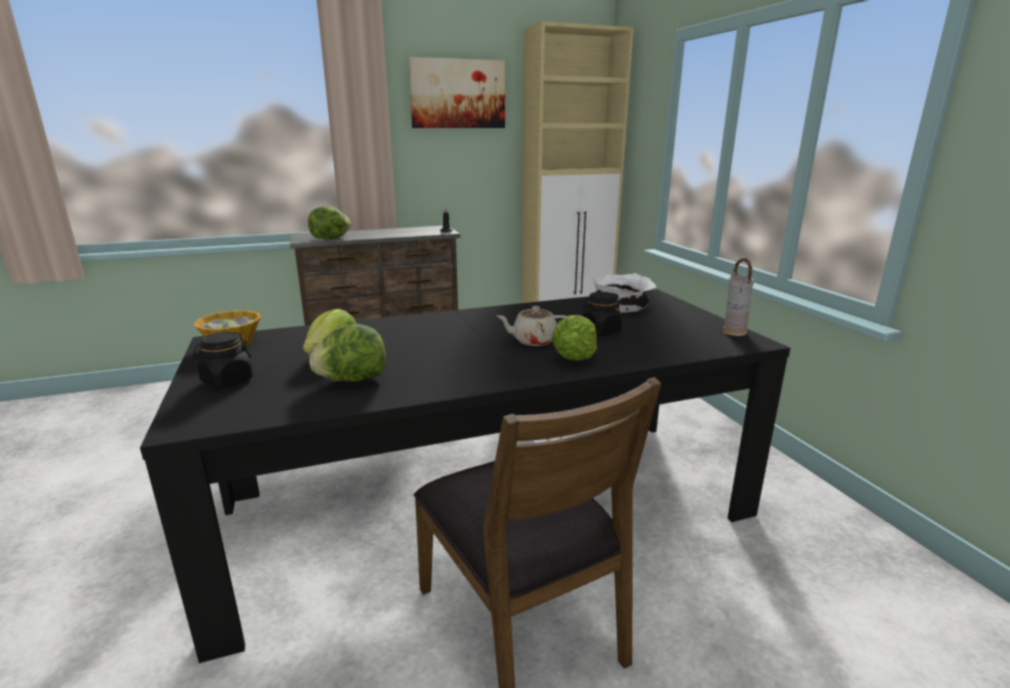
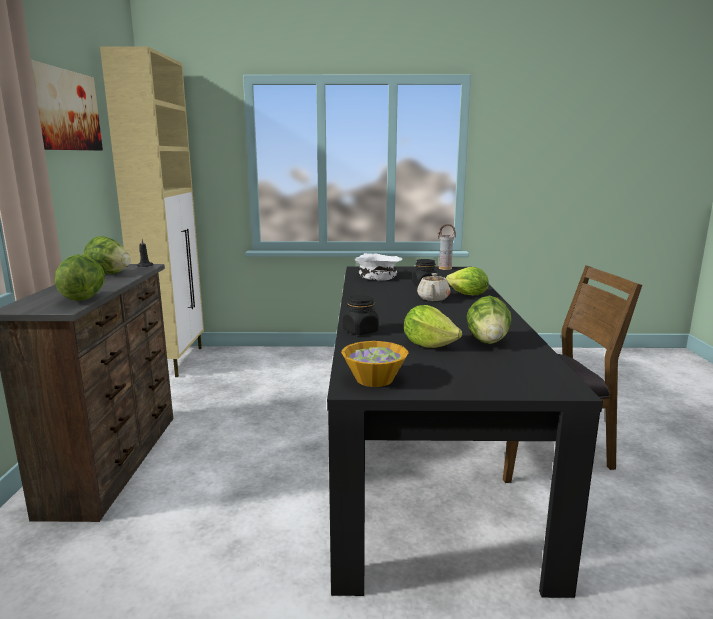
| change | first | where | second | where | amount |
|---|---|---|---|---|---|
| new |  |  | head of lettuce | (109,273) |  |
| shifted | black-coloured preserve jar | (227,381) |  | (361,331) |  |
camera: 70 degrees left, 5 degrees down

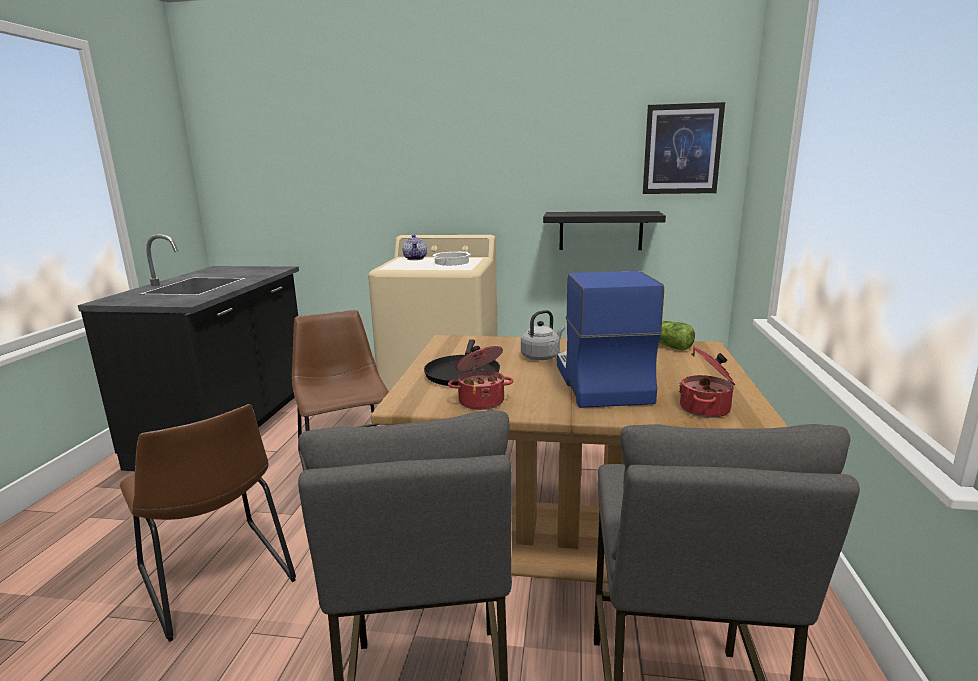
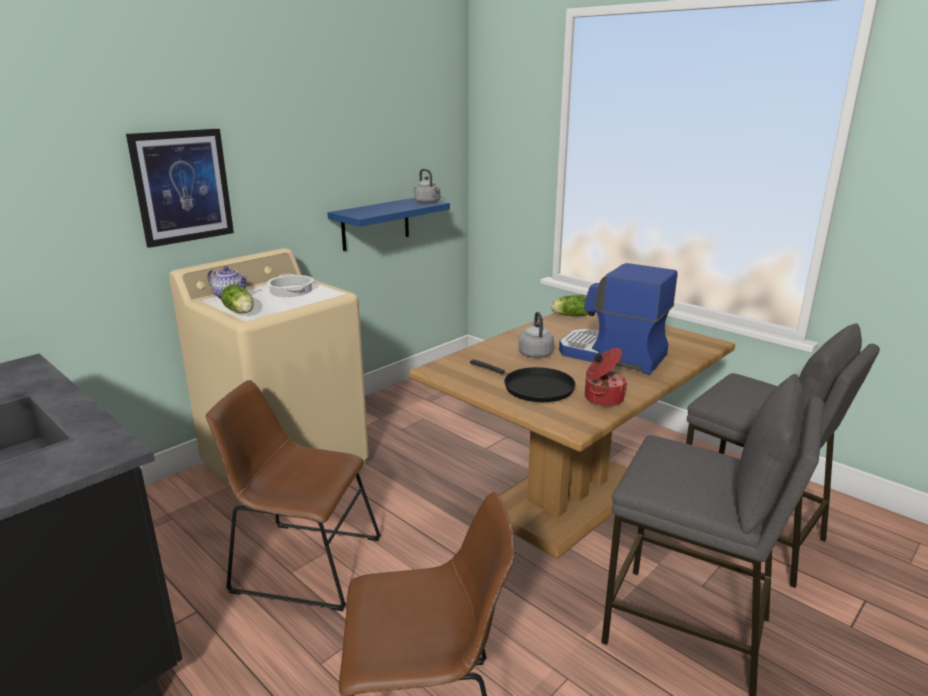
| change | first | where | second | where | amount |
|---|---|---|---|---|---|
| gone | cooking pot | (706,409) |  |  |  |
| new |  |  | head of lettuce | (240,312) |  |
| new |  |  | grey kettle | (428,202) |  |
| shifted | picture | (682,149) |  | (182,186) |  |
| repainted | black-coloured wall shelf | (600,230) | blue wall shelf | (375,224) |  |
camera: 55 degrees left, 5 degrees up

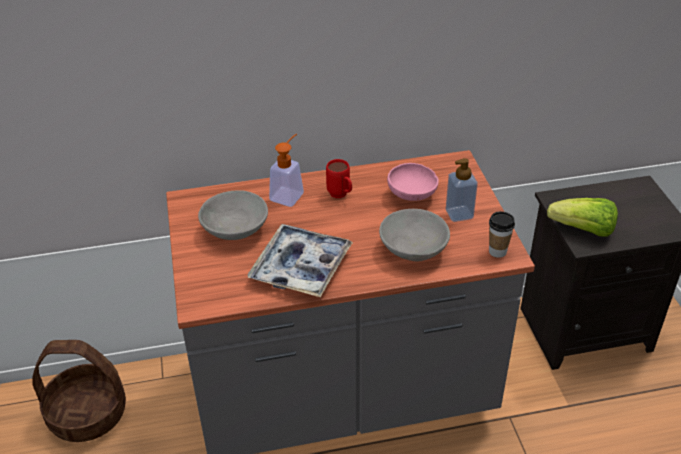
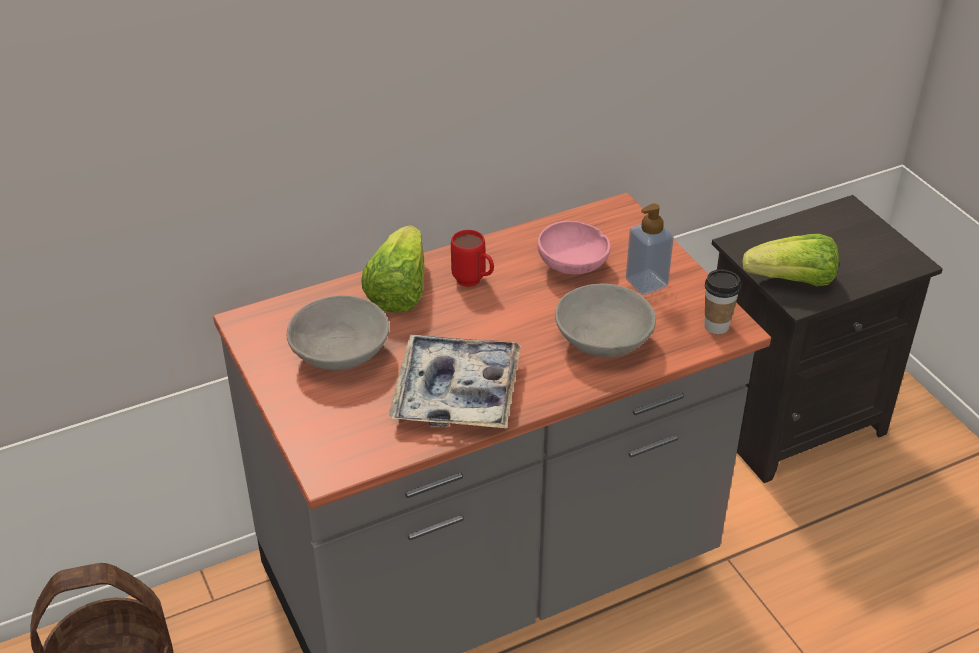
| change | first | where | second | where | amount |
|---|---|---|---|---|---|
| swapped | soap bottle | (289,194) | head of lettuce | (398,290) |  |
camera: 15 degrees left, 0 degrees up

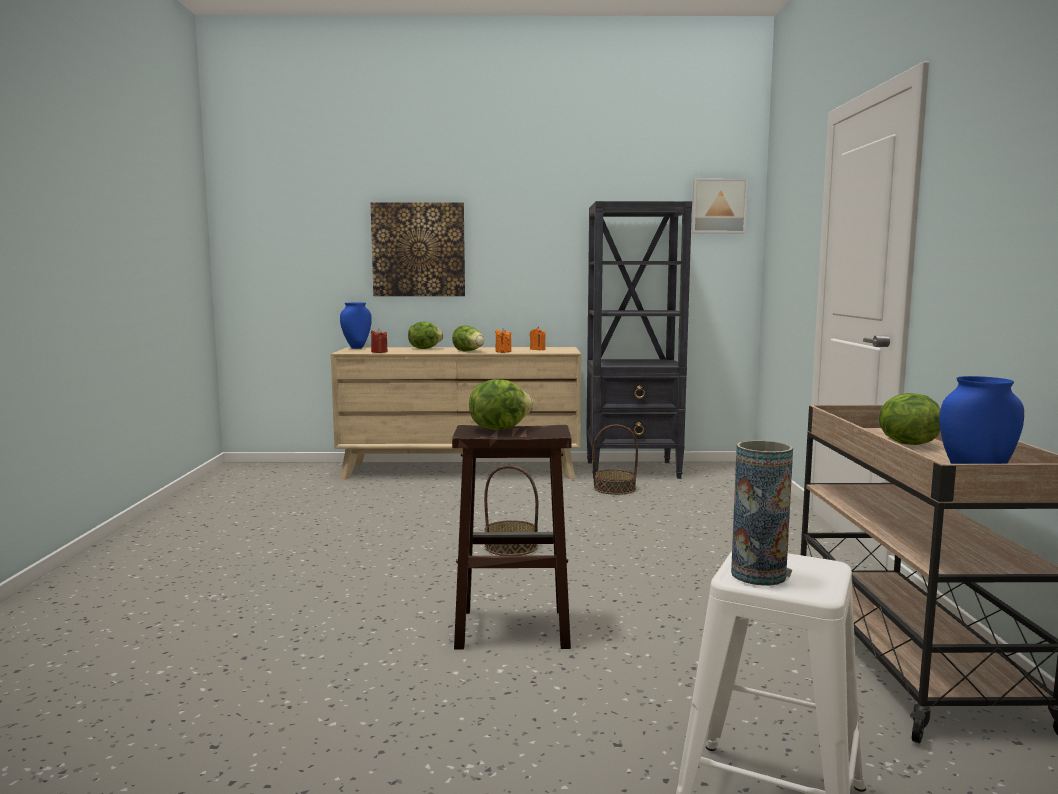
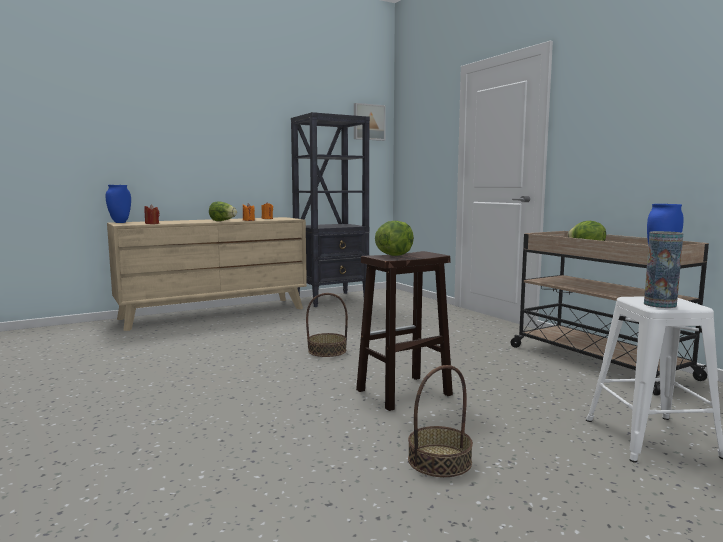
| change | first | where | second | where | amount |
|---|---|---|---|---|---|
| gone | picture | (418,249) |  |  |  |
| gone | head of lettuce | (424,348) |  |  |  |
| shifted | storage basket | (614,489) |  | (439,461) |  |
camera: 30 degrees left, 0 degrees up

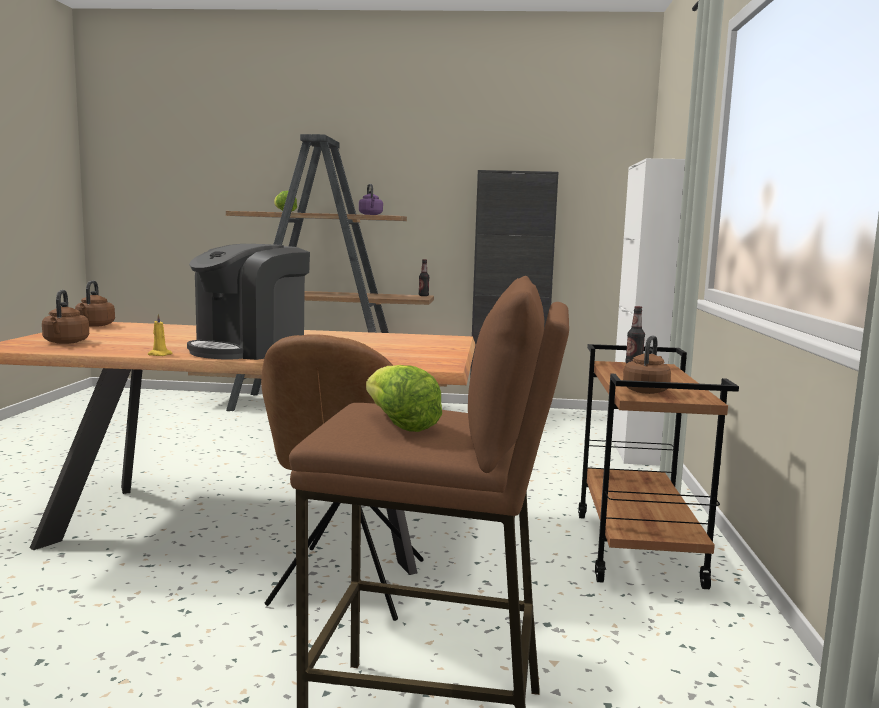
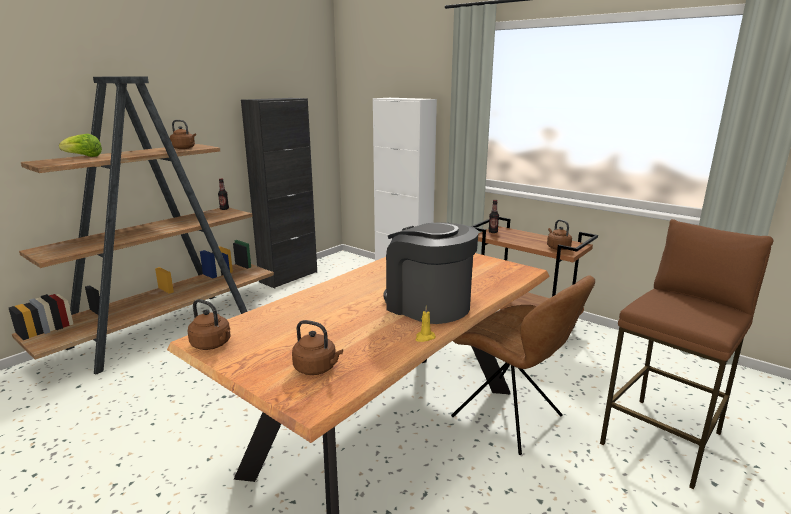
| change | first | where | second | where | amount |
|---|---|---|---|---|---|
| gone | head of lettuce | (399,424) |  |  |  |
| repainted | purple-coloured kettle | (371,214) | brownish kettle | (184,148) |  |
| rotated | coffee machine | (250,350) |  | (428,305) | 150 degrees clockwise |
camera: 55 degrees left, 10 degrees up

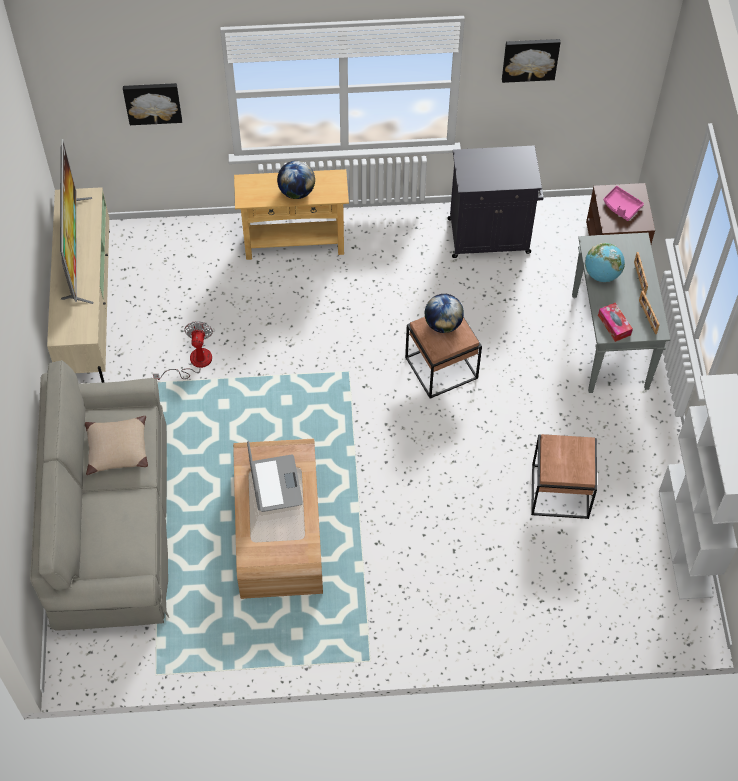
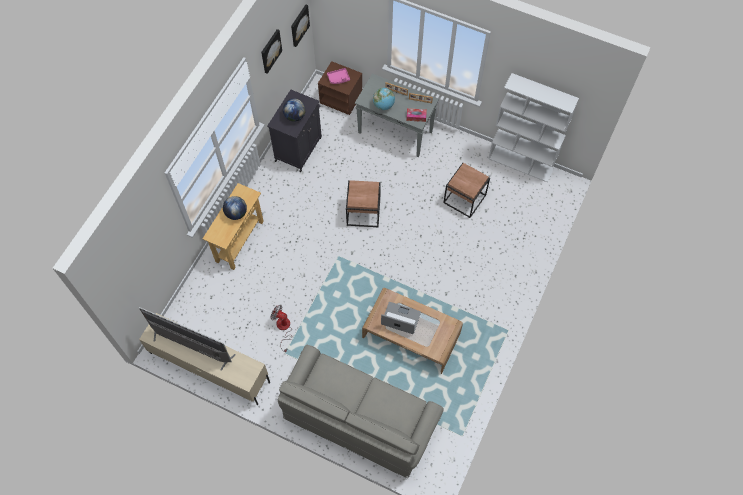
| change | first | where | second | where | amount |
|---|---|---|---|---|---|
| gone | sand-coloured pillow | (117,449) |  |  |  |
| shifted | picture | (152,102) |  | (299,25) |  |
| shifted | globe | (443,324) |  | (294,116) |  |
camera: 60 degrees left, 5 degrees up

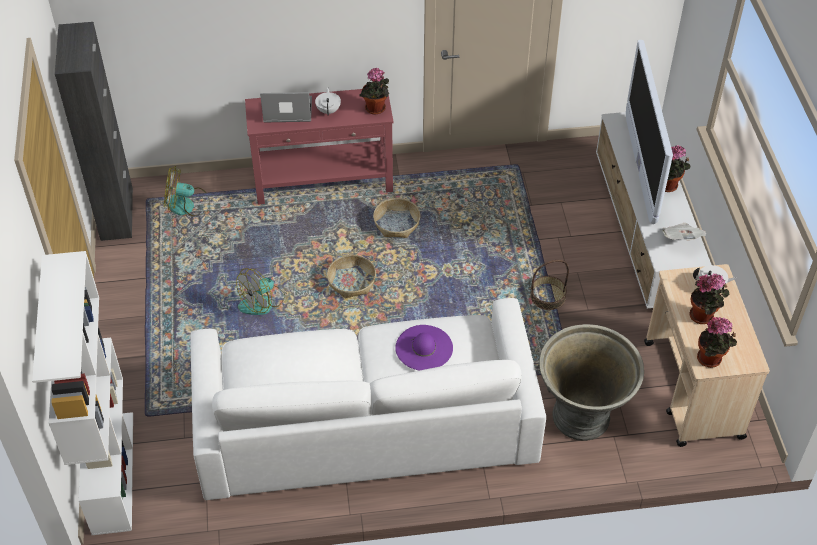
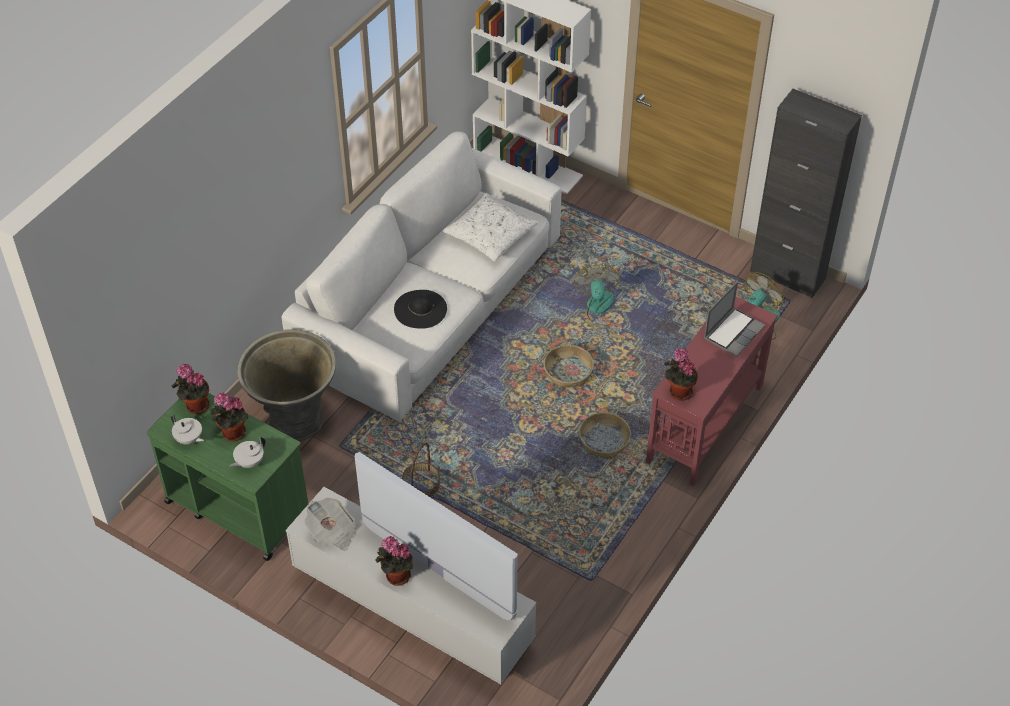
| change | first | where | second | where | amount |
|---|---|---|---|---|---|
| new |  |  | white-coloured pillow | (490,234) |  |
| shifted | white-coloured pot for tea | (328,110) |  | (189,439) |  |
| repainted | purple-coloured clothing hat | (424,348) | black-coloured clothing hat | (420,309) |  |
| repainted | sand-coloured wheeled cart | (693,390) | greenish wheeled cart | (237,507) |  |
camera: 130 degrees right, 0 degrees up

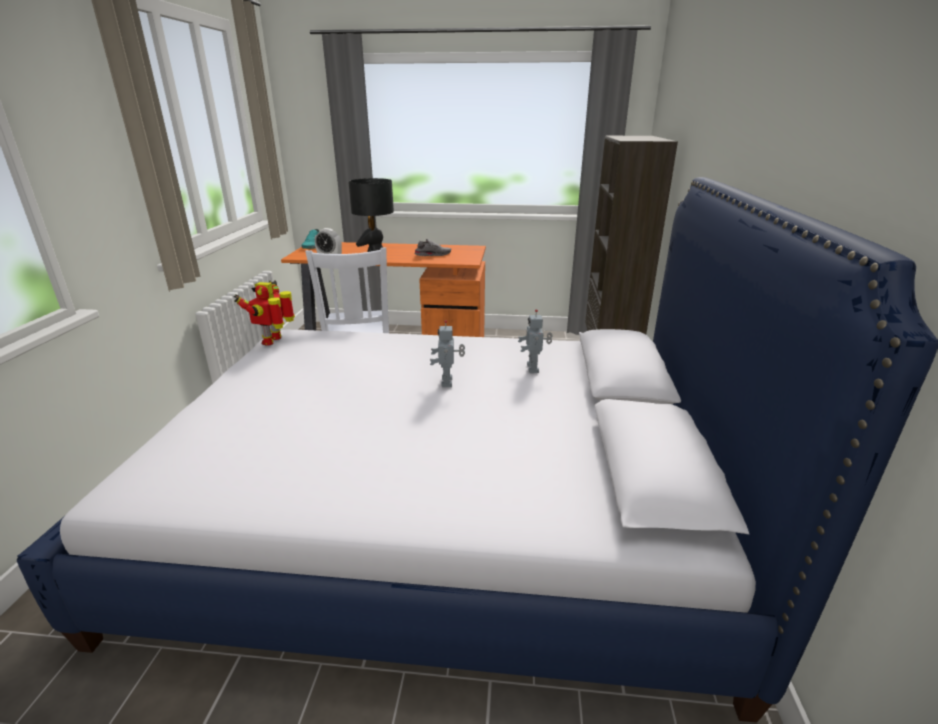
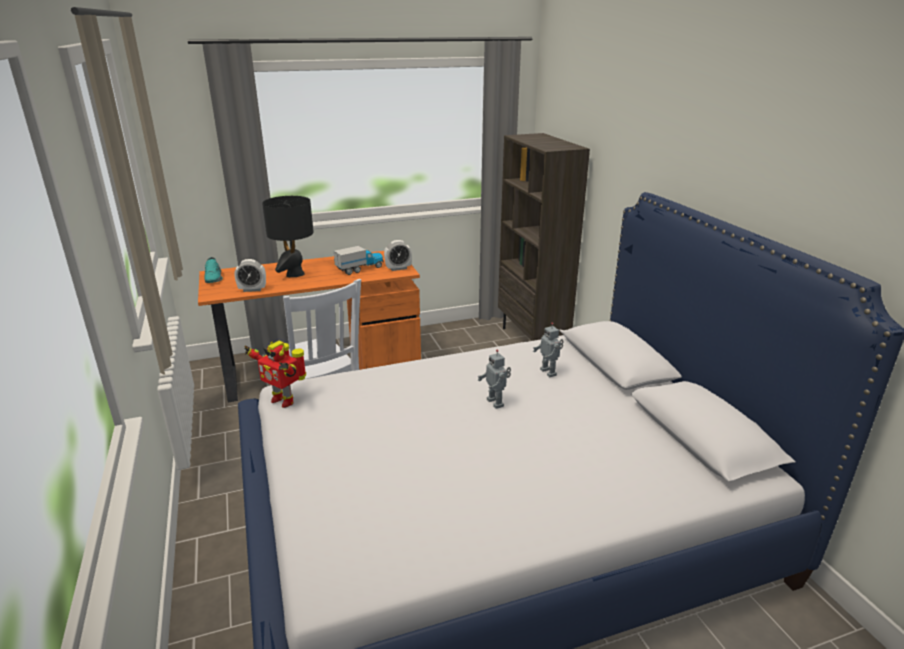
| change | first | where | second | where | amount |
|---|---|---|---|---|---|
| new |  |  | alarm clock | (398,268) |  |
| swapped | grey item of footwear | (432,255) | toy lorry | (360,269) |  |
| rotated | robot figure | (274,340) |  | (283,400) | 45 degrees counterclockwise |
camera: 25 degrees left, 0 degrees up

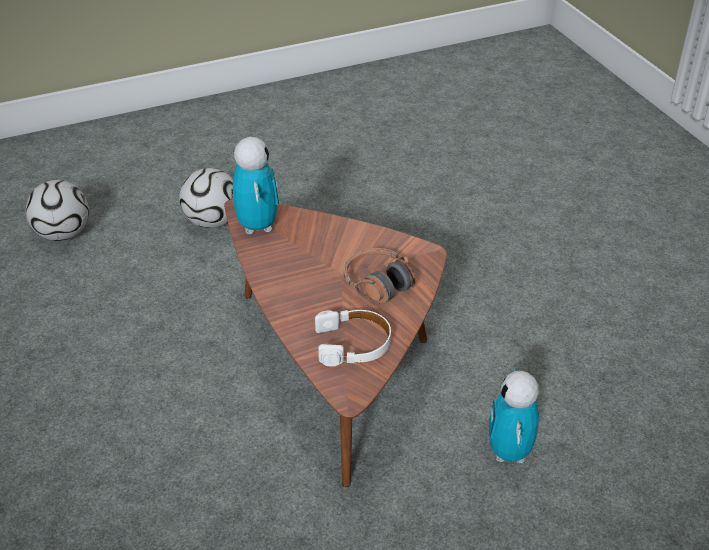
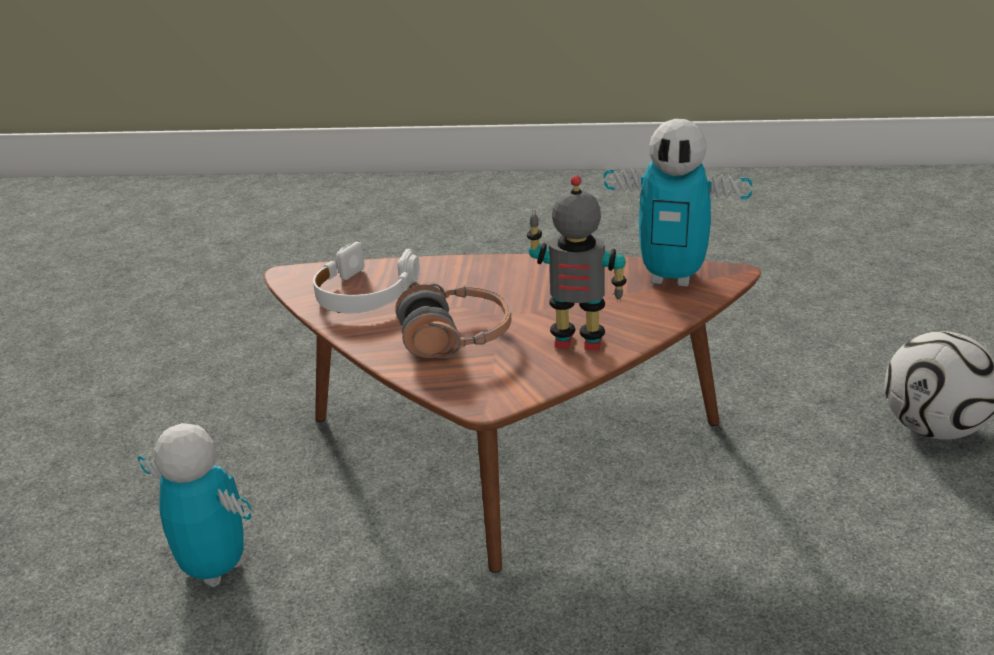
| change | first | where | second | where | amount |
|---|---|---|---|---|---|
| gone | football | (63,234) |  |  |  |
| new |  |  | robot figure | (578,344) |  |
camera: 120 degrees right, 10 degrees down

